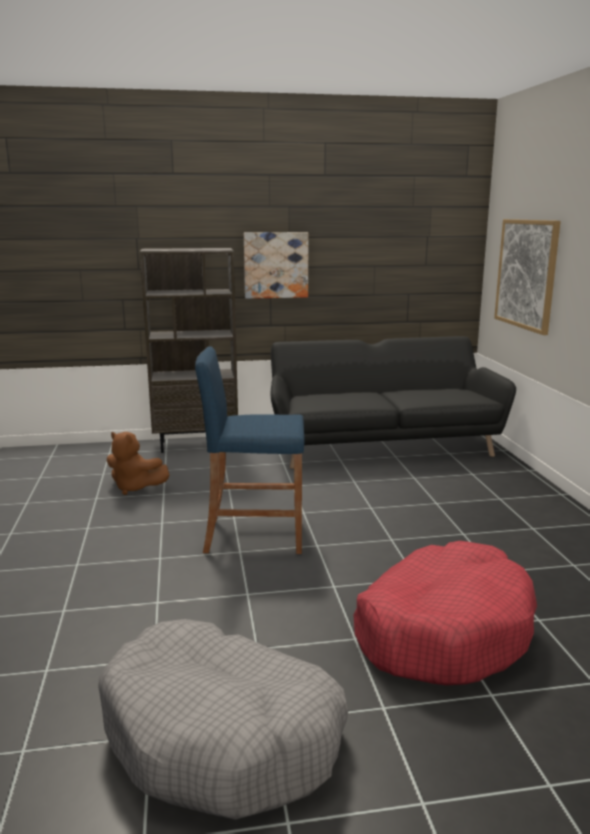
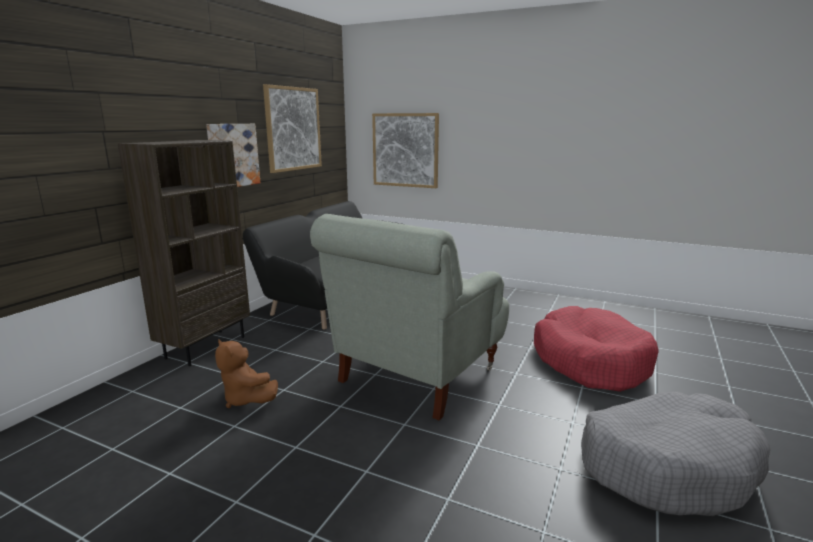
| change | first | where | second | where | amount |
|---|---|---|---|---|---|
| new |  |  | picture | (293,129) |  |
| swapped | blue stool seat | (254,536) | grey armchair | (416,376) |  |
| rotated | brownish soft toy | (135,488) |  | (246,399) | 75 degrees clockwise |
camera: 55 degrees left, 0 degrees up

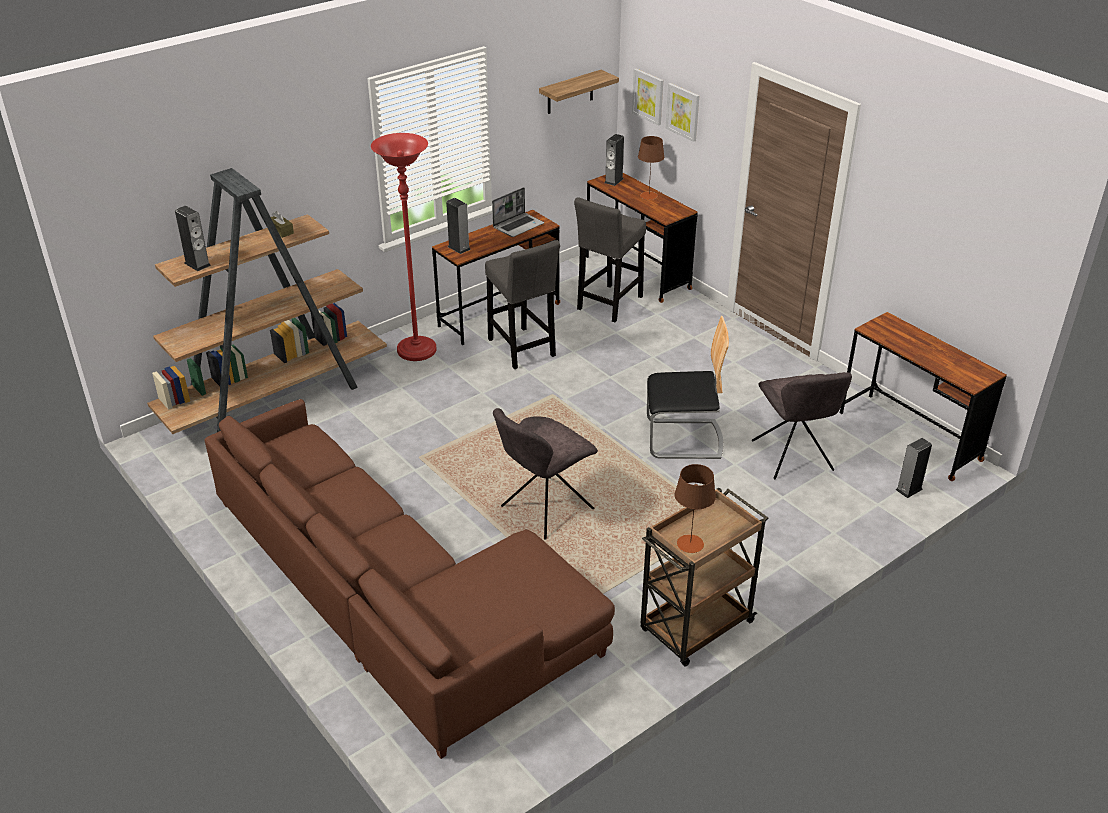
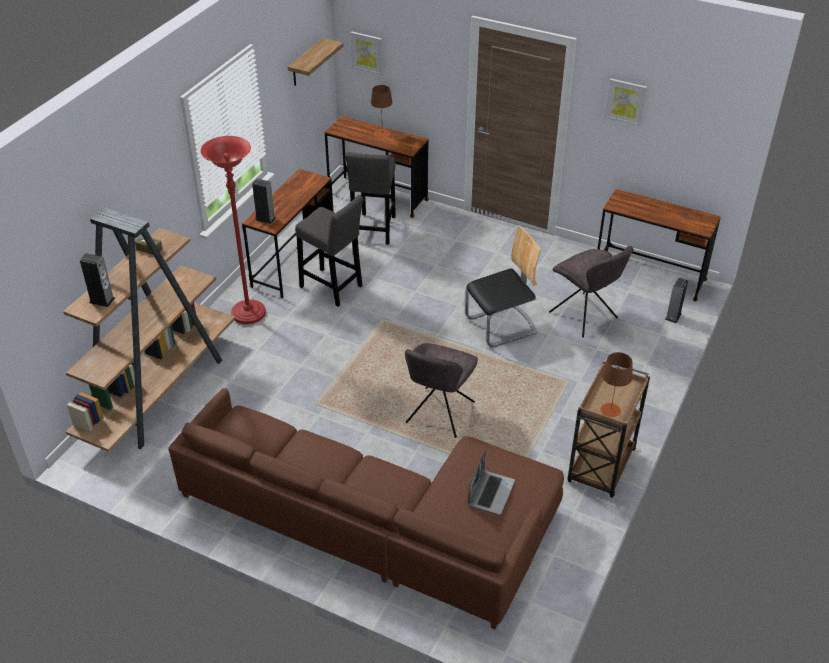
| change | first | where | second | where | amount |
|---|---|---|---|---|---|
| gone | speaker | (613,181) |  |  |  |
| shifted | notebook computer | (518,226) |  | (491,492) |  |
| shifted | picture | (683,111) |  | (626,101) |  |
camera: 25 degrees left, 5 degrees up

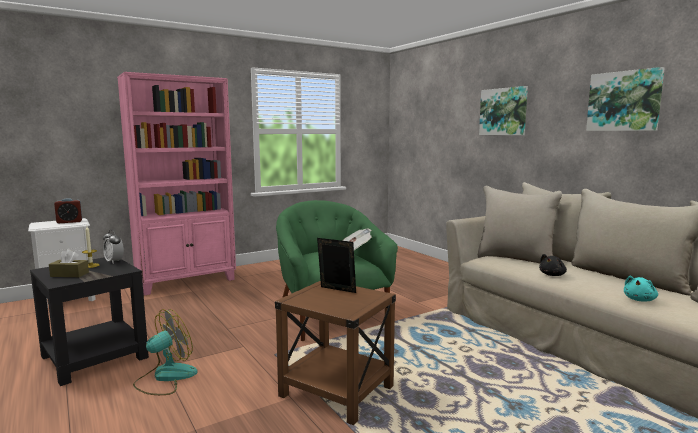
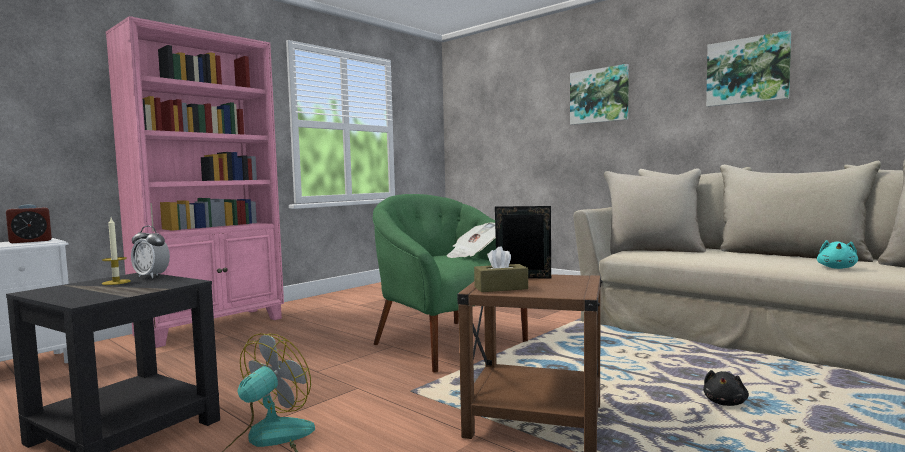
| change | first | where | second | where | amount |
|---|---|---|---|---|---|
| shifted | brownish tissue box | (69,274) |  | (501,288) |  |
| shifted | black-coloured soft toy | (552,275) |  | (725,403) |  |
camera: 15 degrees left, 5 degrees down

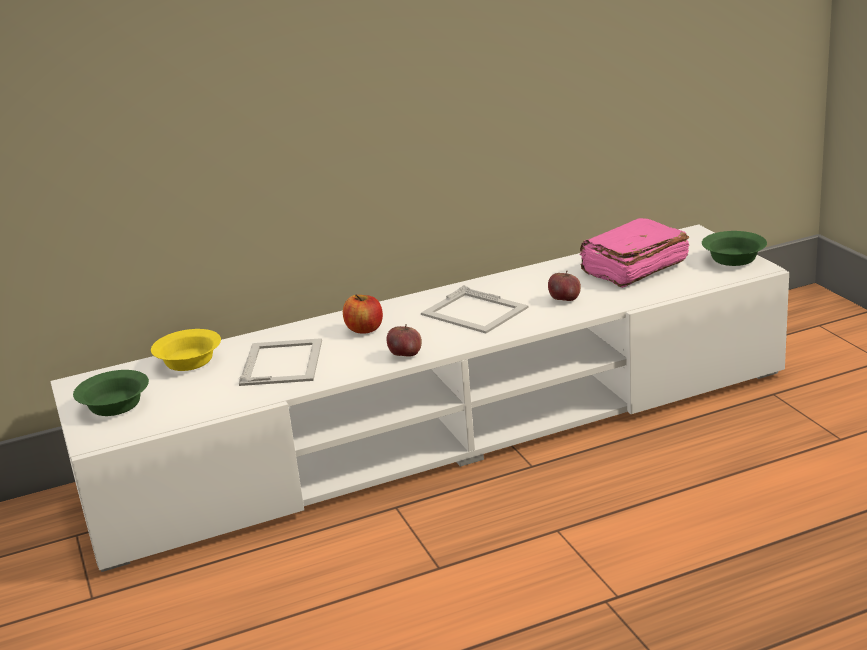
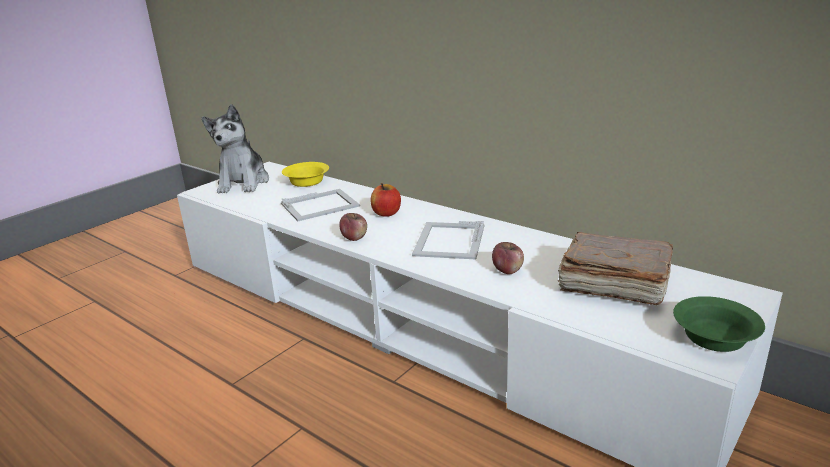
| change | first | where | second | where | amount |
|---|---|---|---|---|---|
| swapped | greenish serving bowl | (115,405) | soft toy | (243,183) |  |
| repainted | pink-coloured volume | (633,269) | brownish volume | (612,285) |  |
camera: 60 degrees right, 0 degrees up

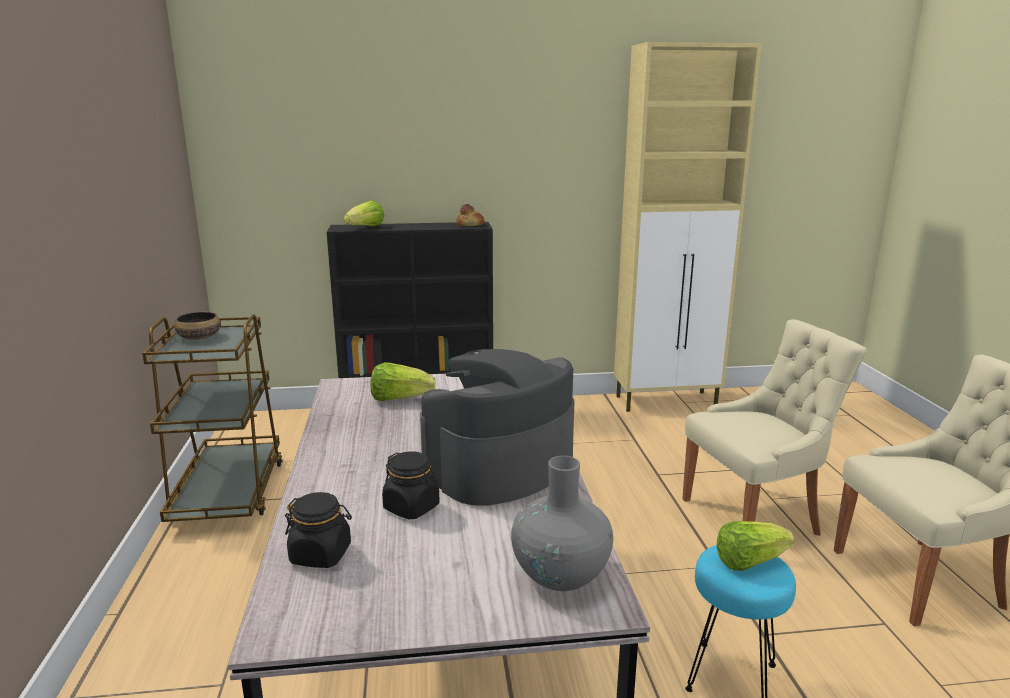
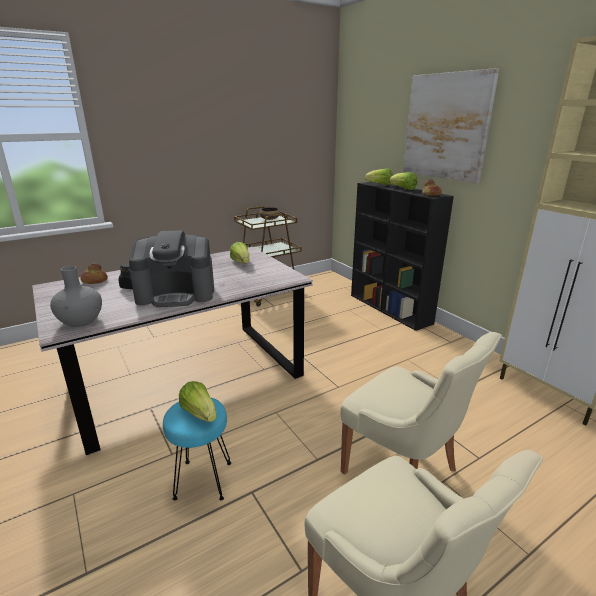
| change | first | where | second | where | amount |
|---|---|---|---|---|---|
| new |  |  | head of lettuce | (403,189) |  |
| new |  |  | picture | (446,127) |  |
| swapped | black-coloured preserve jar | (321,554) | bakery bread | (94,281) |  |
| rotated | coffee machine | (499,467) |  | (176,294) | 150 degrees clockwise |
camera: 65 degrees right, 5 degrees up

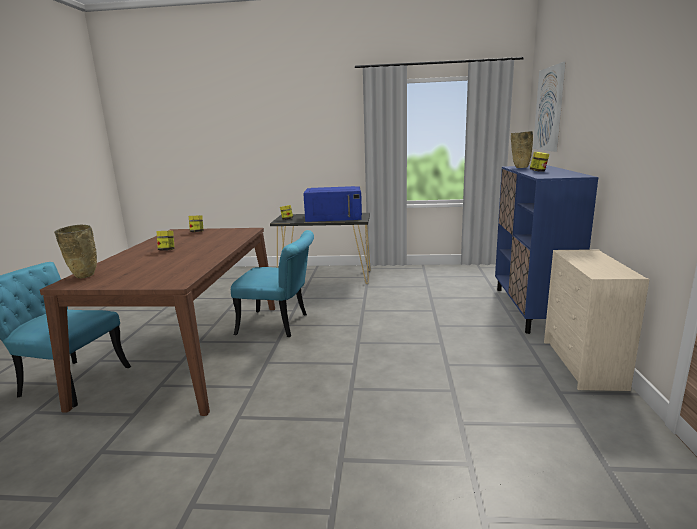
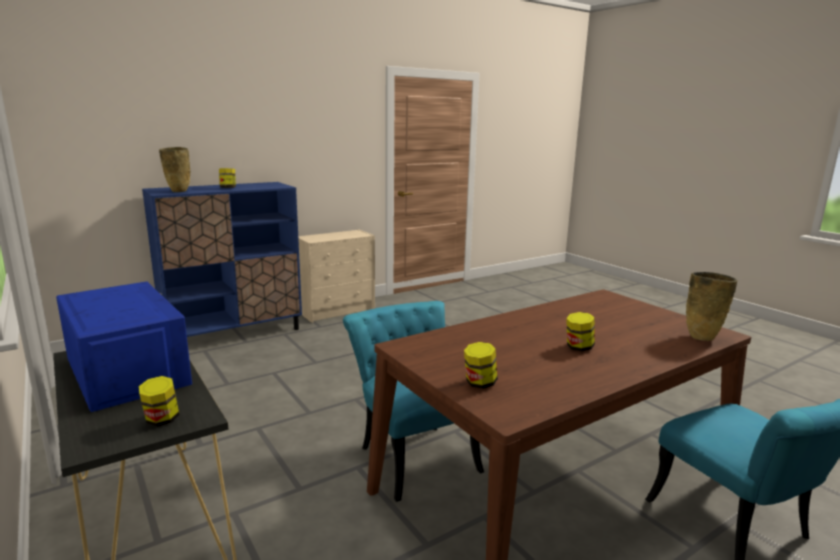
| change | first | where | second | where | amount |
|---|---|---|---|---|---|
| gone | picture | (549,109) |  |  |  |
camera: 130 degrees left, 0 degrees up

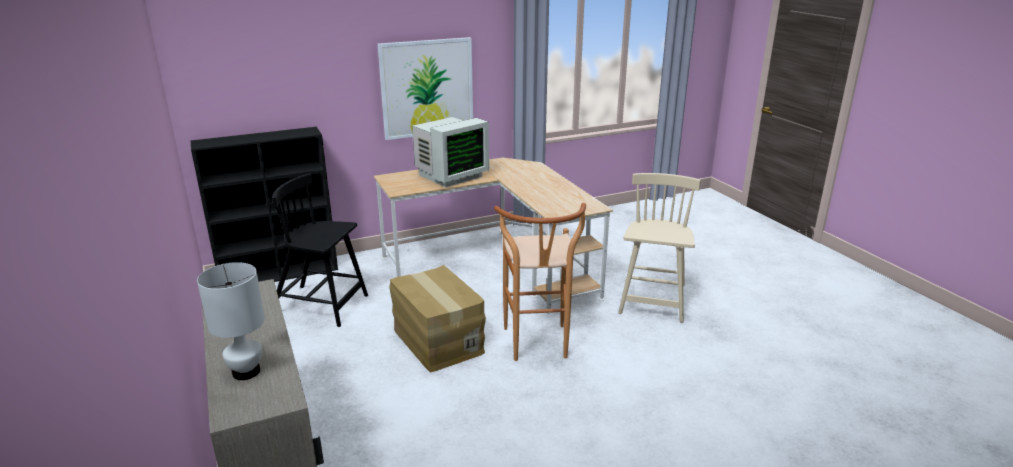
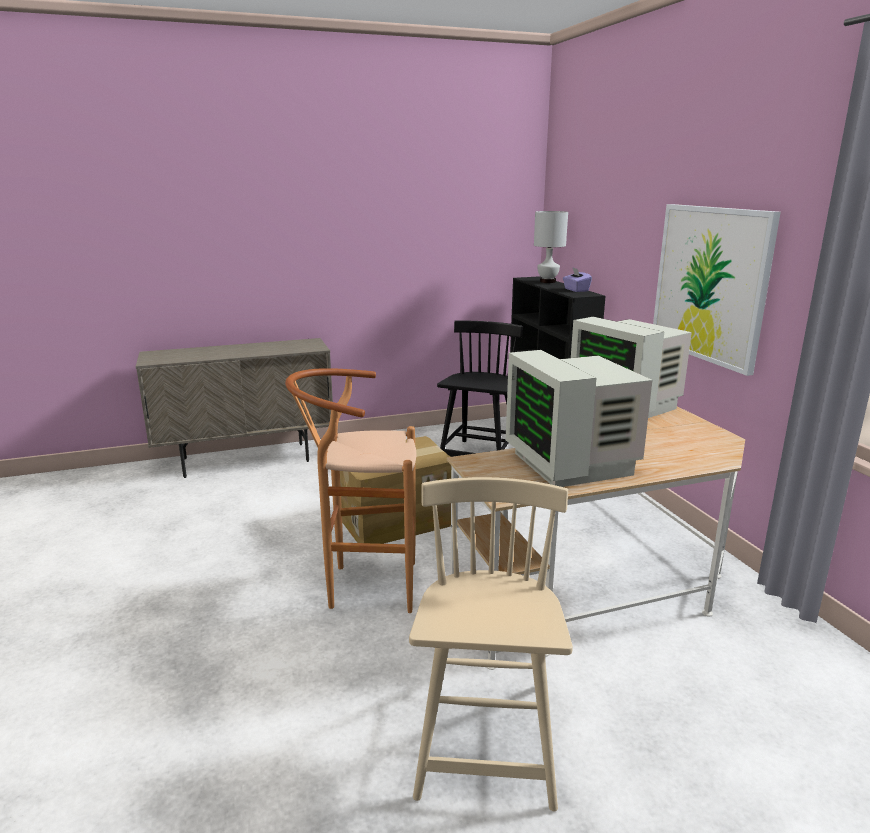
| change | first | where | second | where | amount |
|---|---|---|---|---|---|
| new |  |  | monitor | (573,463) |  |
| new |  |  | purple-coloured tissue box | (576,290) |  |
| shifted | white-coloured tabletop lamp | (245,372) |  | (547,281) |  |
| rotated | sand-coloured chair | (653,300) |  | (486,740) | 105 degrees counterclockwise |
camera: 95 degrees right, 5 degrees down

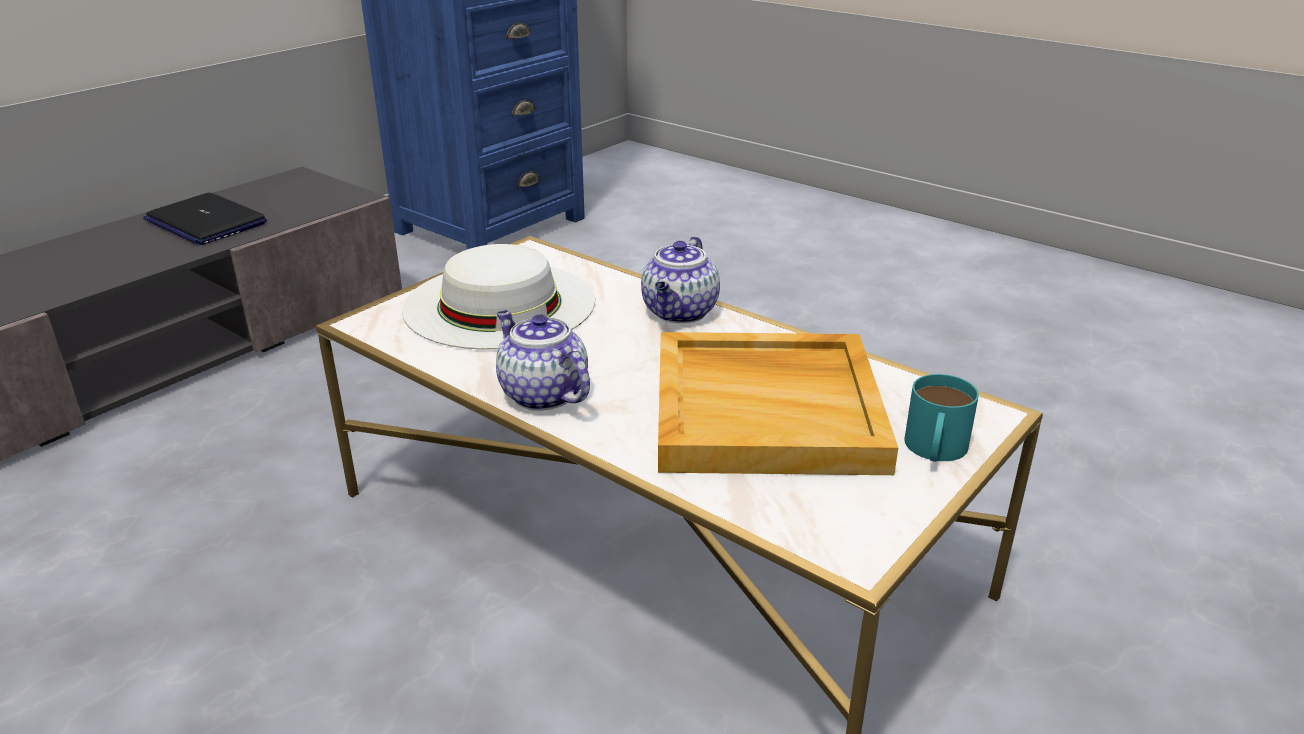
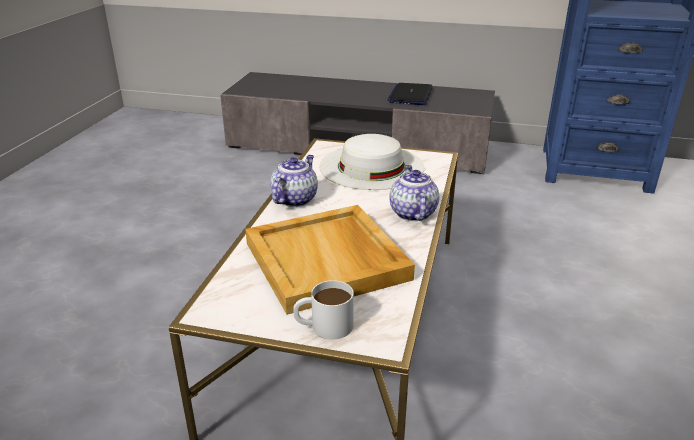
| change | first | where | second | where | amount |
|---|---|---|---|---|---|
| repainted | turquoise coffee mug | (934,450) | white-coloured coffee mug | (323,326) |  |
| rotated | pot for tea | (680,313) |  | (412,213) | 90 degrees clockwise |
camera: 65 degrees right, 0 degrees up

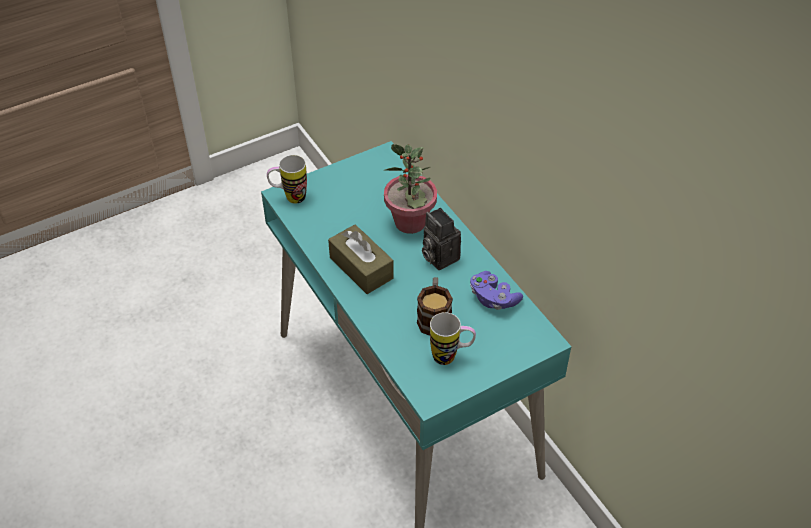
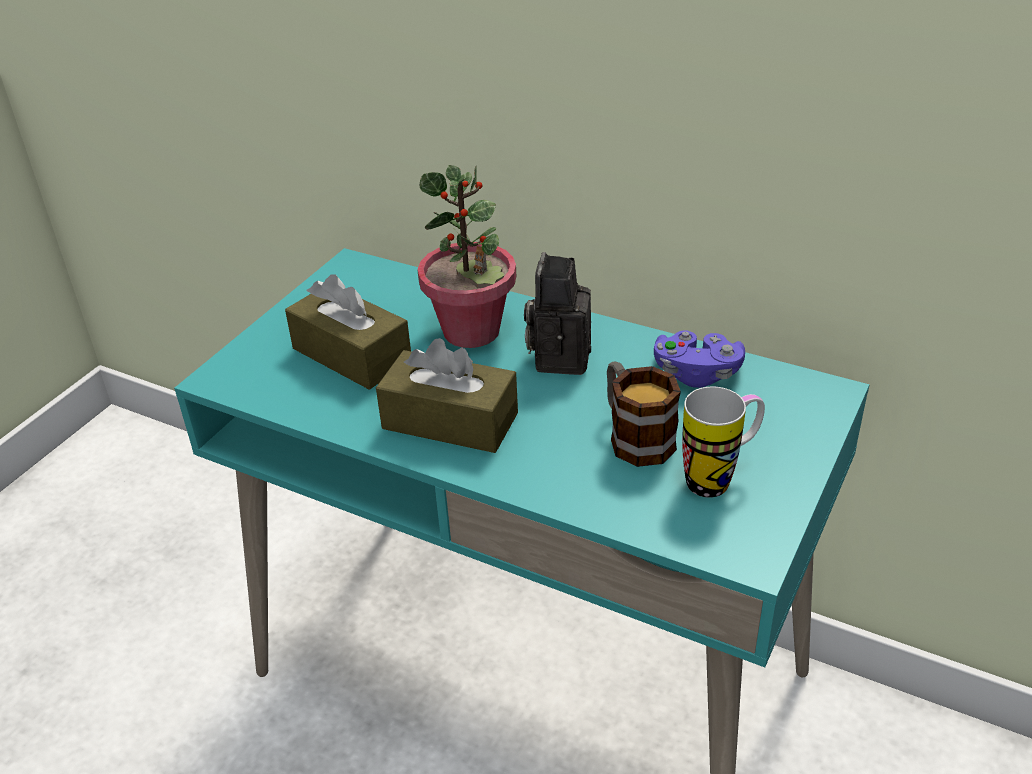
| change | first | where | second | where | amount |
|---|---|---|---|---|---|
| gone | coffee mug | (289,198) |  |  |  |
| new |  |  | brownish tissue box | (352,355) |  |
| rotated | still camera | (438,256) |  | (559,356) | 75 degrees clockwise |
camera: 30 degrees left, 10 degrees down

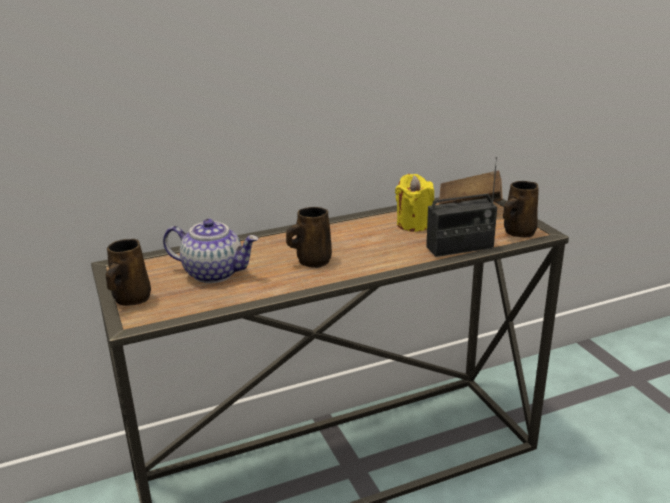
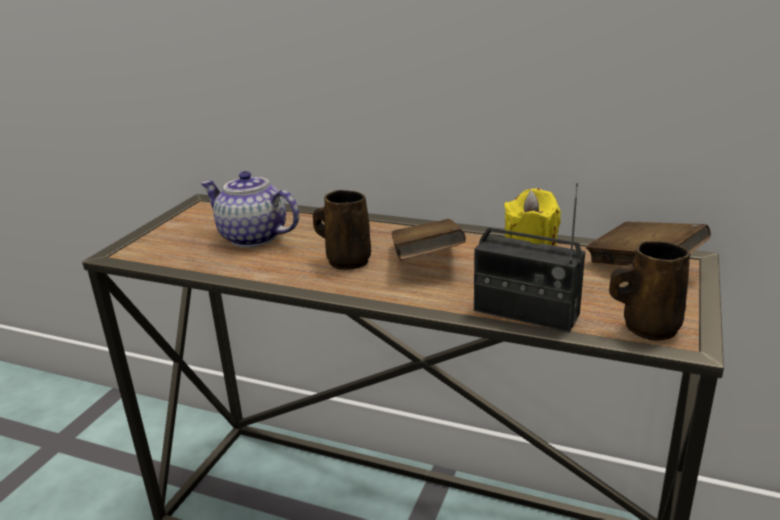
| change | first | where | second | where | amount |
|---|---|---|---|---|---|
| gone | brownish coffee mug | (131,299) |  |  |  |
| new |  |  | brownish volume | (426,261) |  |
| rotated | pot for tea | (214,273) |  | (252,237) | 150 degrees clockwise |
camera: 45 degrees right, 0 degrees up

